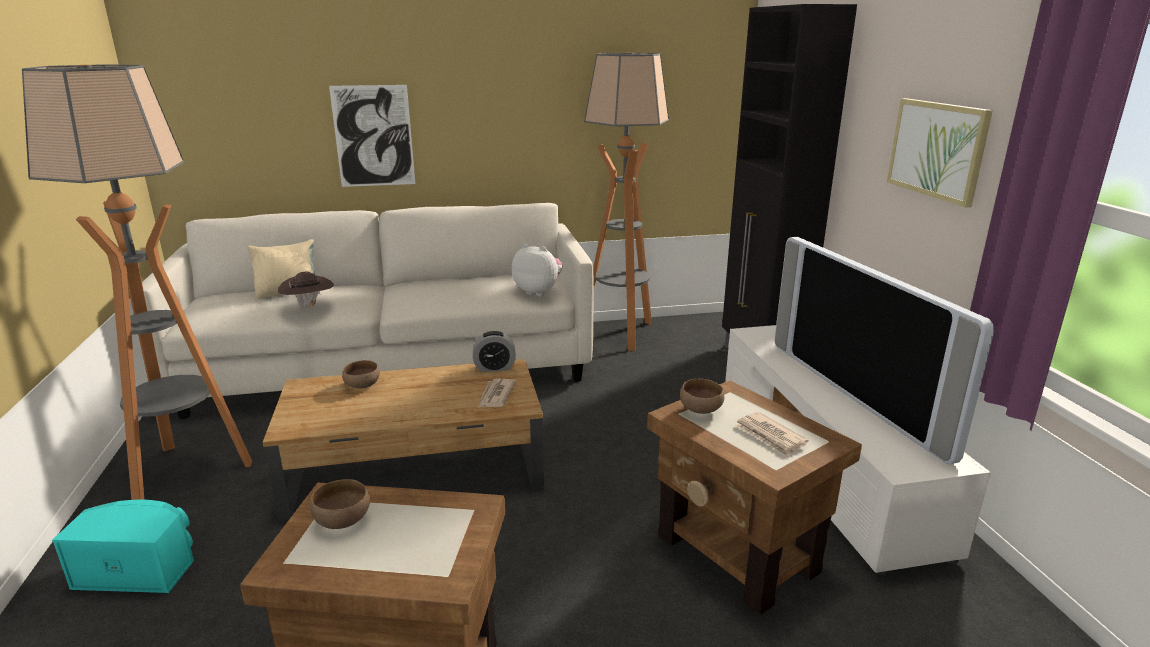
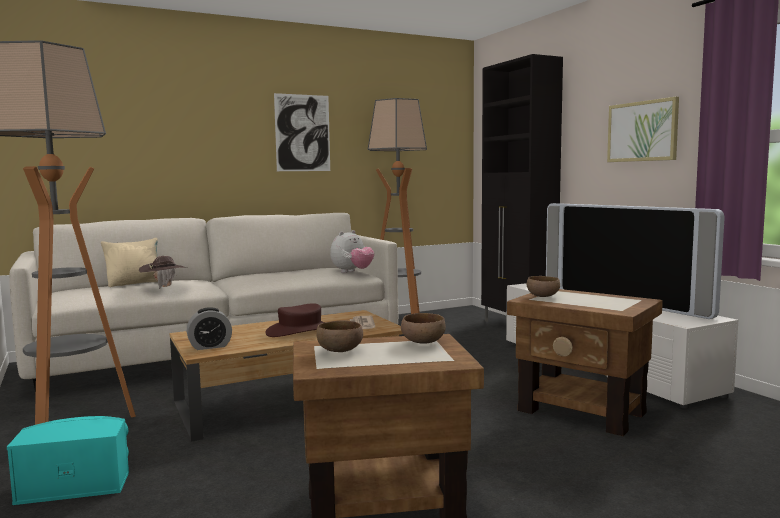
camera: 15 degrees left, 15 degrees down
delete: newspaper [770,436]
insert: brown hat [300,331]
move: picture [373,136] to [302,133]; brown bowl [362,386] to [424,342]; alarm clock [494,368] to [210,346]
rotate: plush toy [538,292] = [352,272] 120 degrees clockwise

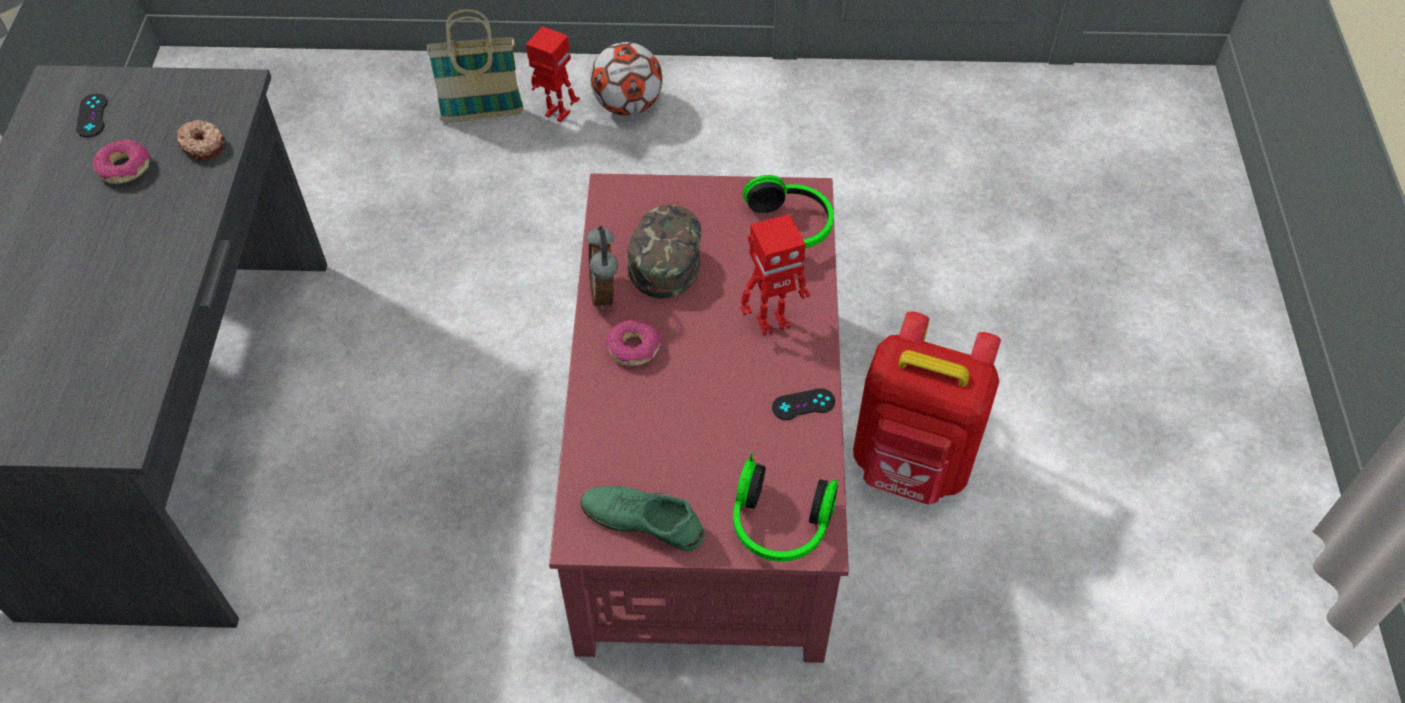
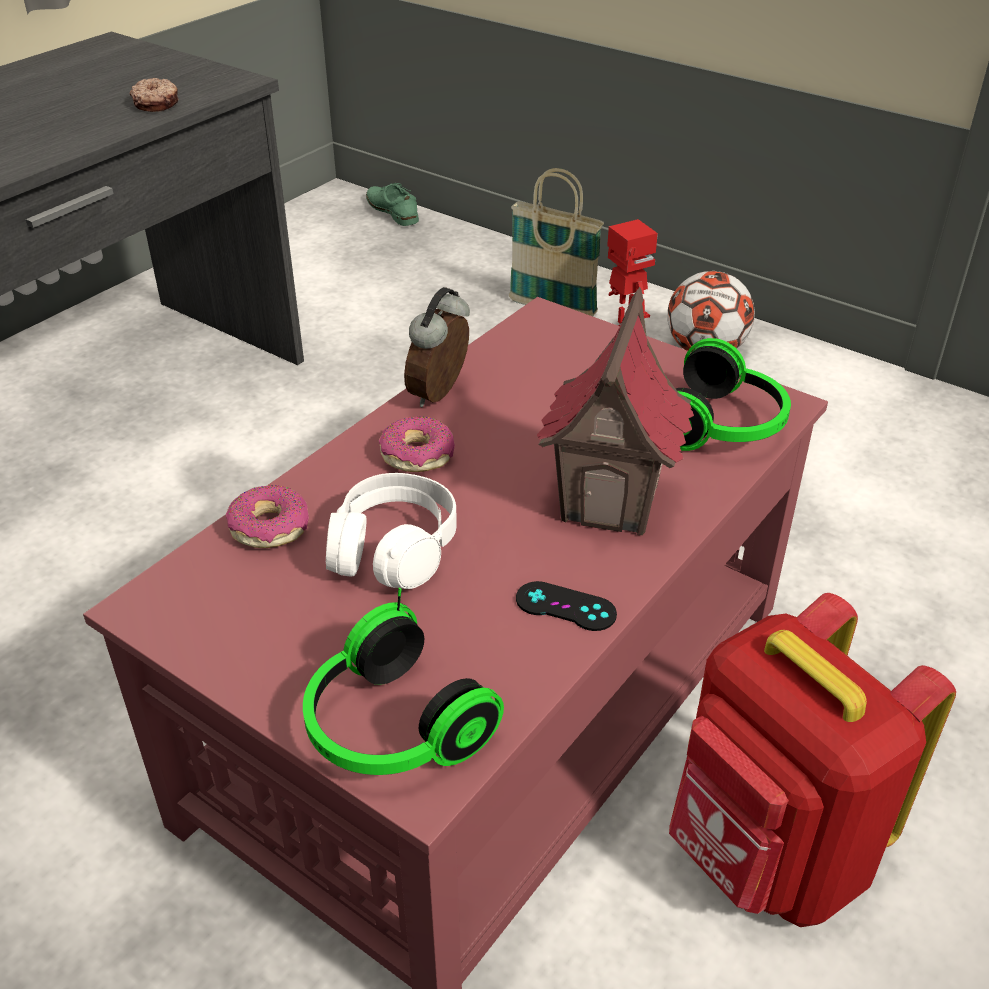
camera: 35 degrees right, 15 degrees down
delete: black game controller [92,115]; green cap [664,253]
insert: white headphones [393,549]
move: donut [124,168] to [269,527]; green shoe [642,521] to [392,211]
replace: toy robot [772,321] to toy house [611,502]

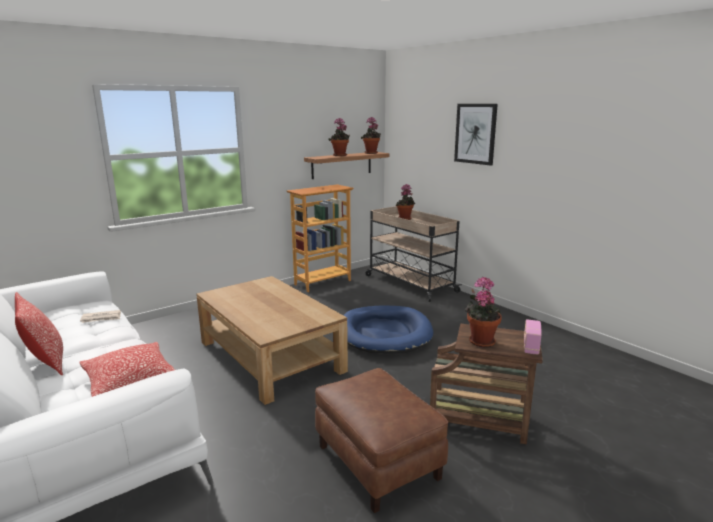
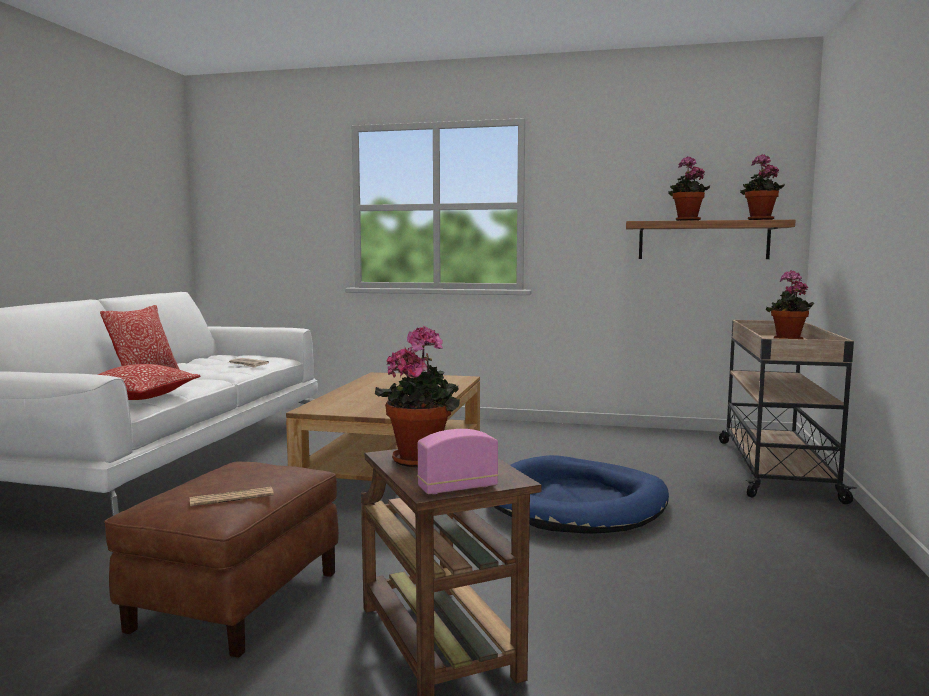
camera: 50 degrees right, 10 degrees down
delete: bookcase [322,282]; picture [475,133]
insert: newspaper [232,498]

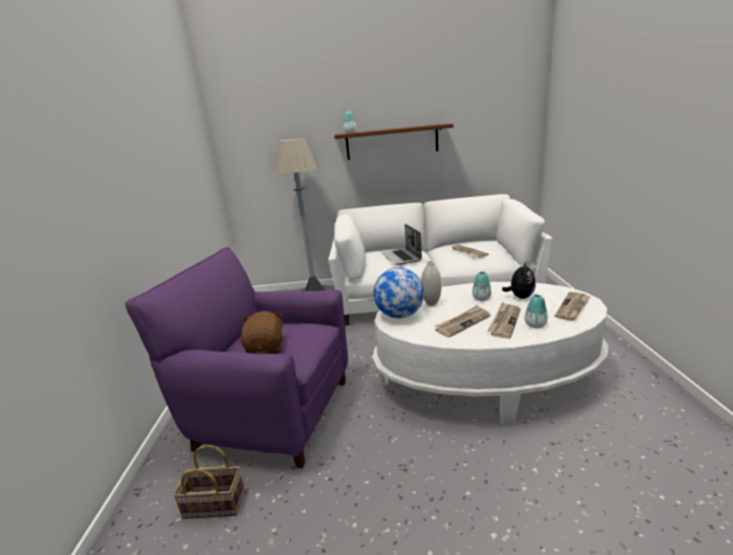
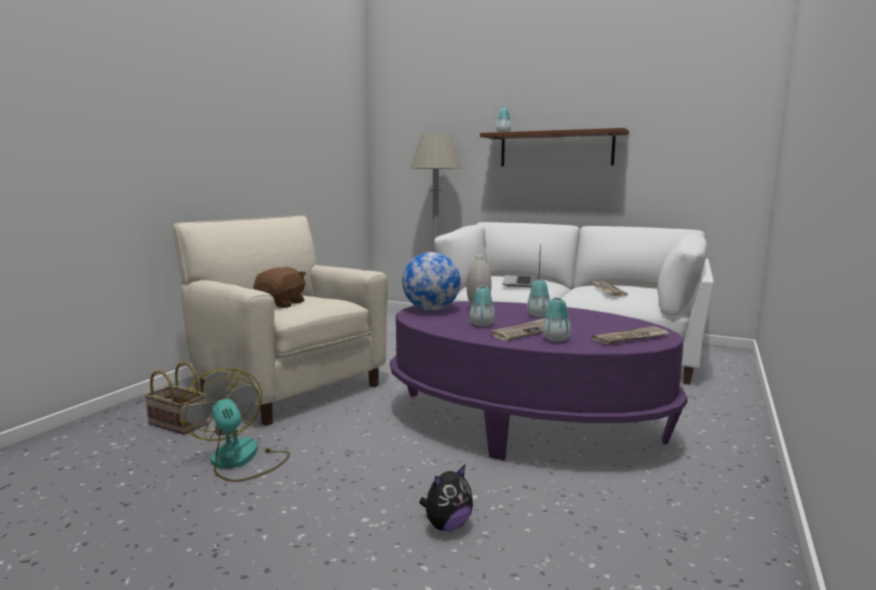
camera: 25 degrees right, 10 degrees down
insert: fan [239,461]
move: plush toy [520,297] to [447,525]
replace: newspaper [462,322] to vase [482,324]
recolor: purple armchair [272,412] to beige armchair [289,387]; white coffee table [485,380] to purple coffee table [524,422]

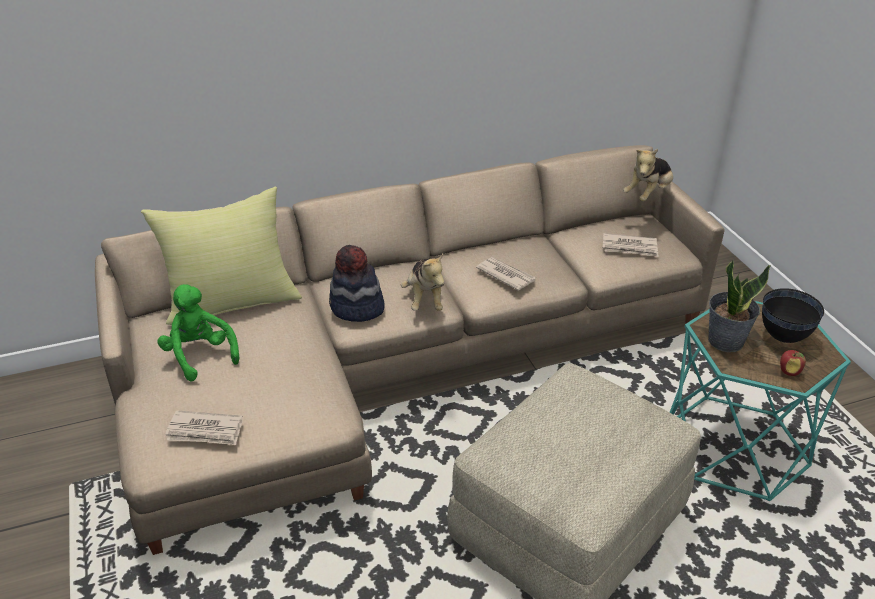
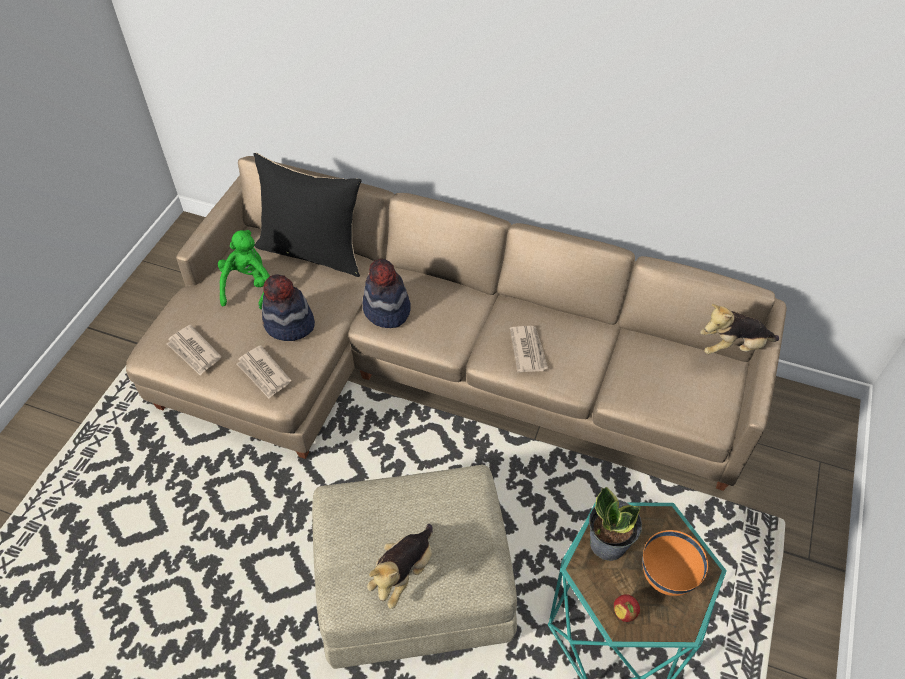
camera: 40 degrees right, 15 degrees up
insert: hat [289,324]
move: plush toy [424,299] to [403,573]; newspaper [630,247] to [264,374]
recolor: yellow pillow [232,301] to black pillow [313,251]; black bowl [783,337] to orange bowl [665,577]

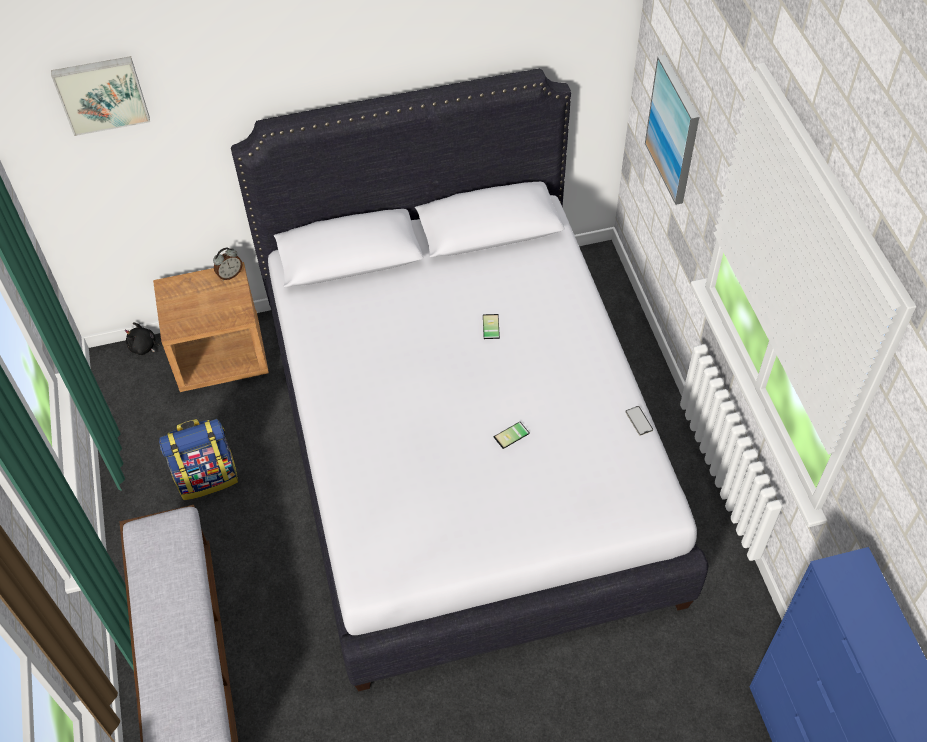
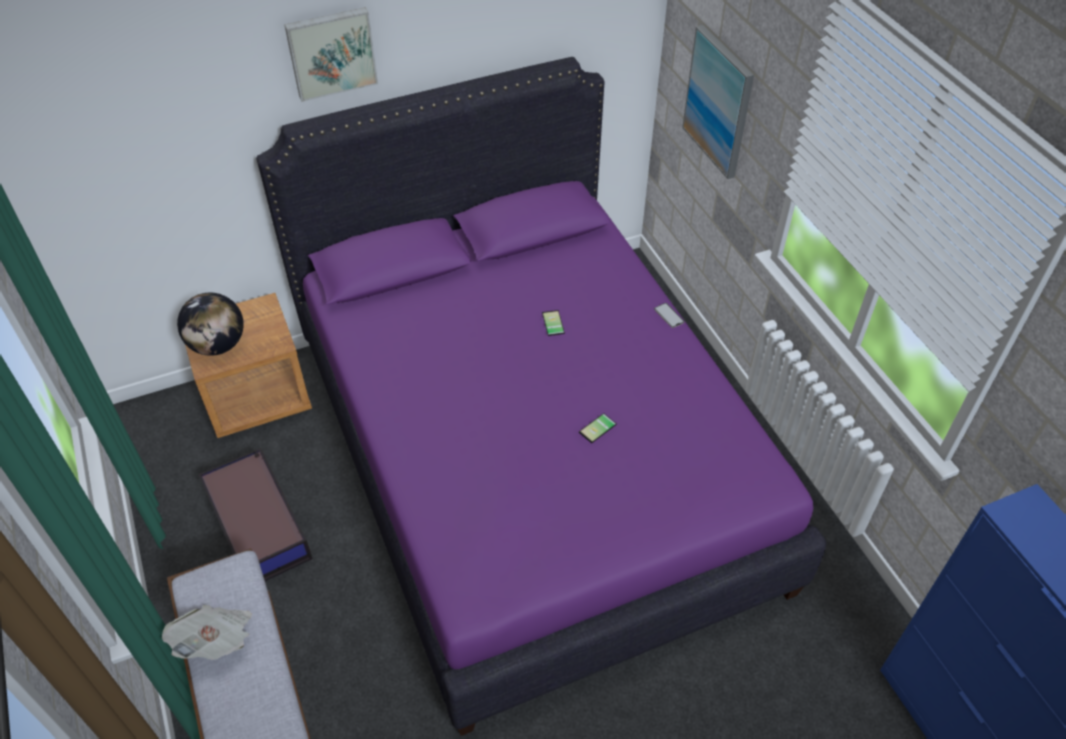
camera: 10 degrees left, 5 degrees down
delete: black plush toy [145,347]; alarm clock [230,274]
insert: newspaper [216,640]; globe [218,345]
move: picture [101,93] to [331,52]; phone [639,421] to [669,315]
replace: backpack [207,477] to storage box [258,523]
recolor: white bed [464,449] to purple bed [531,462]

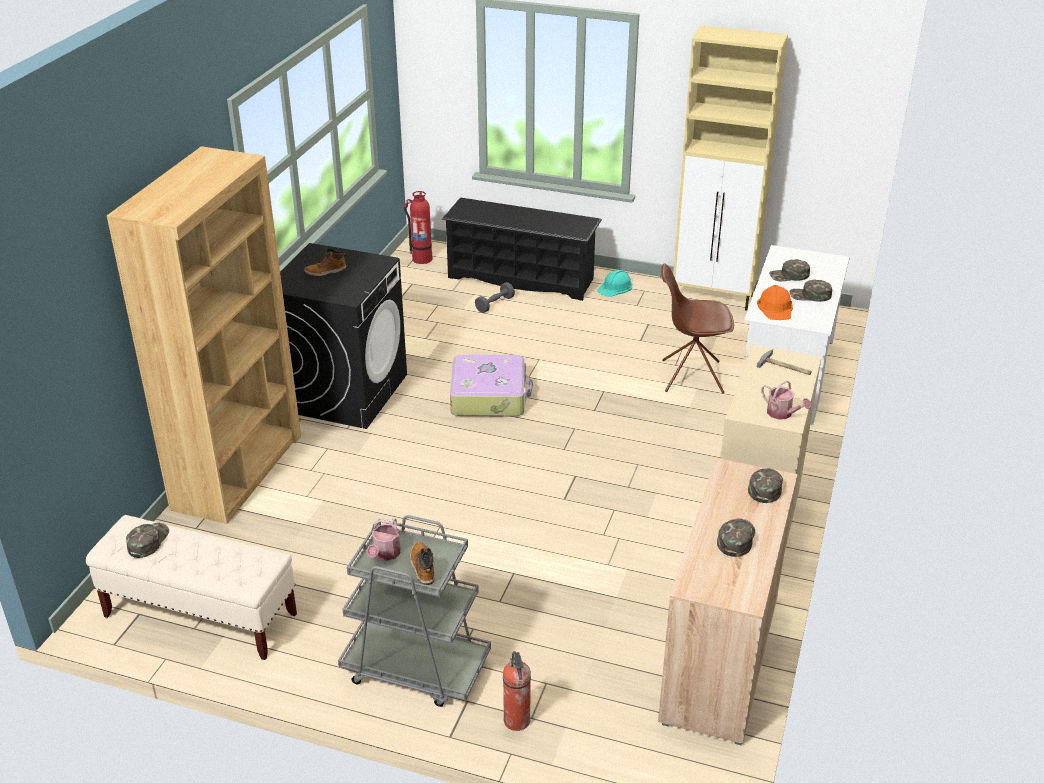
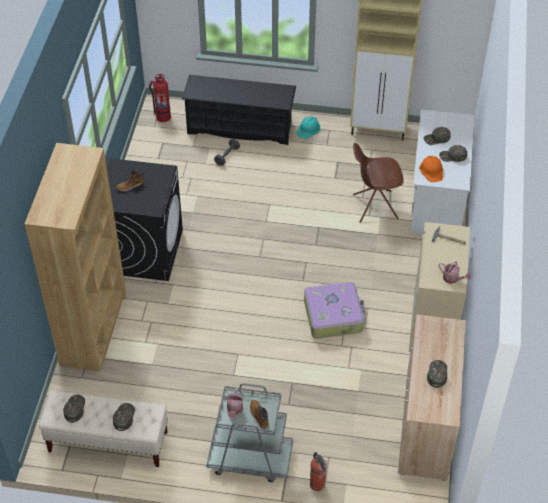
camera: 10 degrees left, 15 degrees up
move: suitcase [489,396] to [333,315]; green cap [765,487] to [123,417]

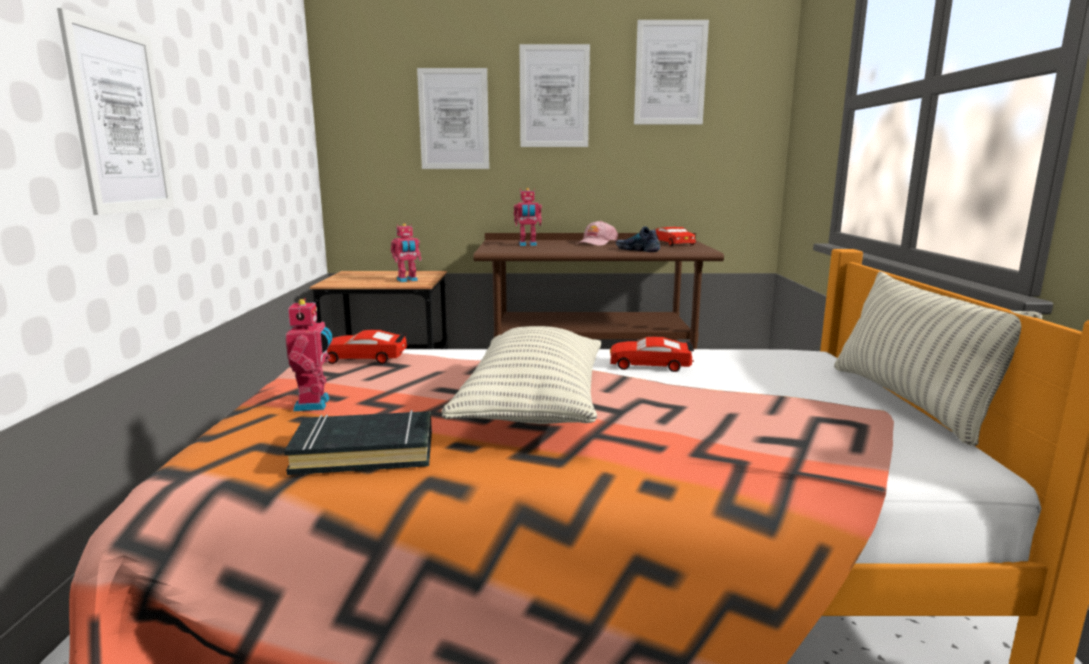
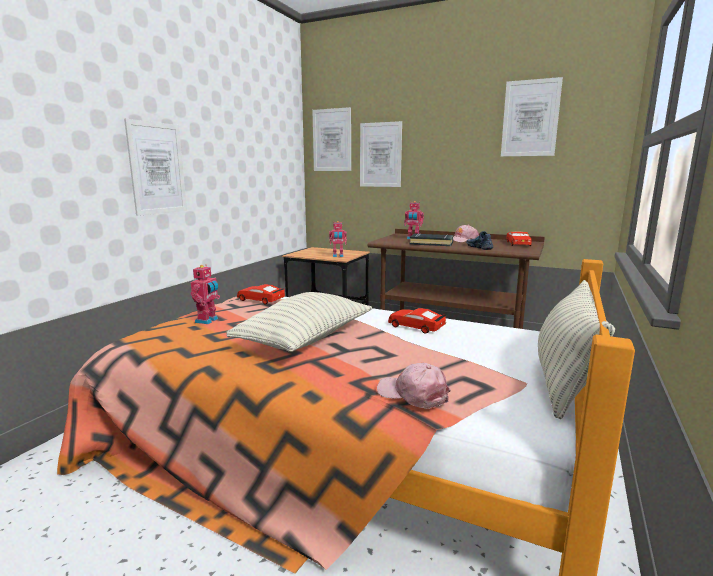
camera: 25 degrees right, 0 degrees up
insert: pink cap [413,394]
move: black book [365,451] to [431,243]; picture [554,96] to [332,140]

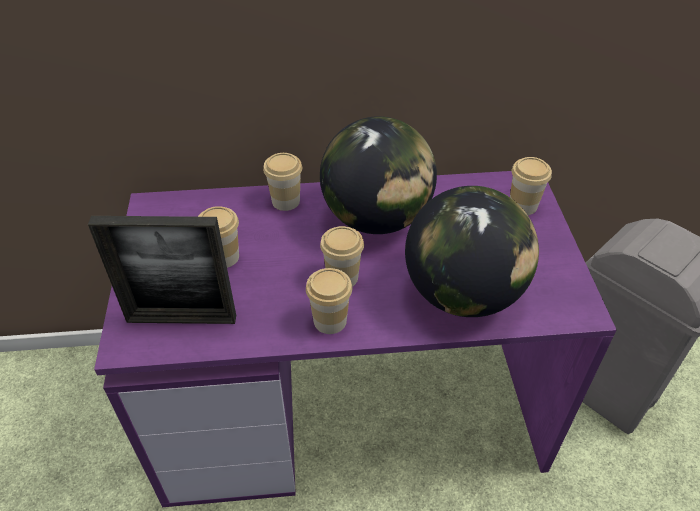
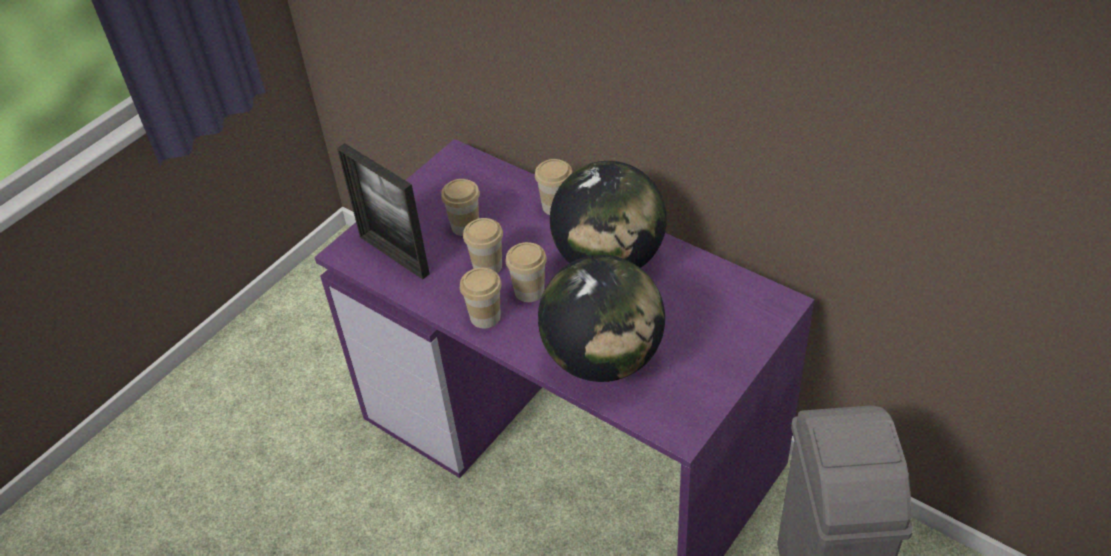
camera: 45 degrees right, 0 degrees up
move: cup [523,205] to [487,266]

